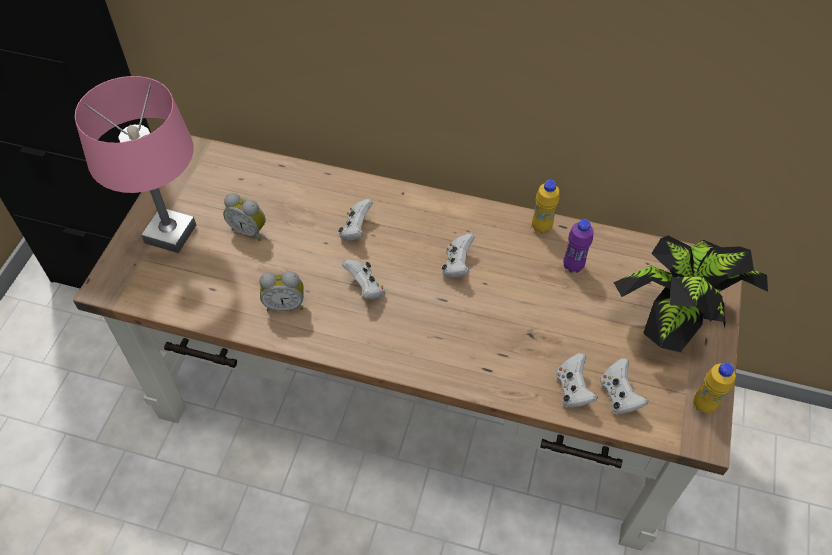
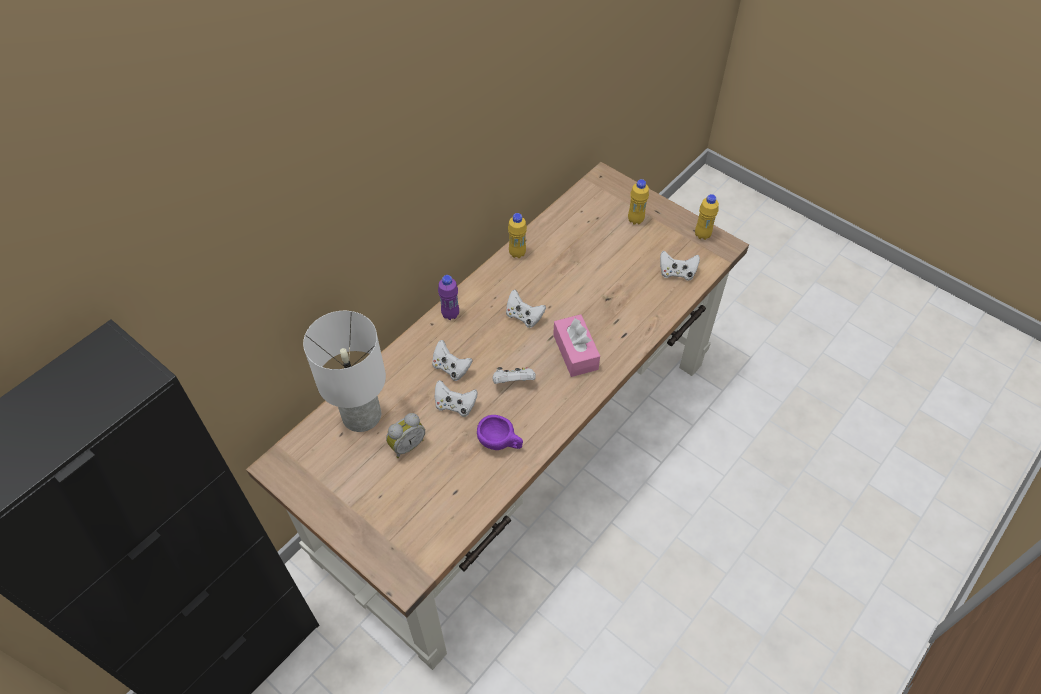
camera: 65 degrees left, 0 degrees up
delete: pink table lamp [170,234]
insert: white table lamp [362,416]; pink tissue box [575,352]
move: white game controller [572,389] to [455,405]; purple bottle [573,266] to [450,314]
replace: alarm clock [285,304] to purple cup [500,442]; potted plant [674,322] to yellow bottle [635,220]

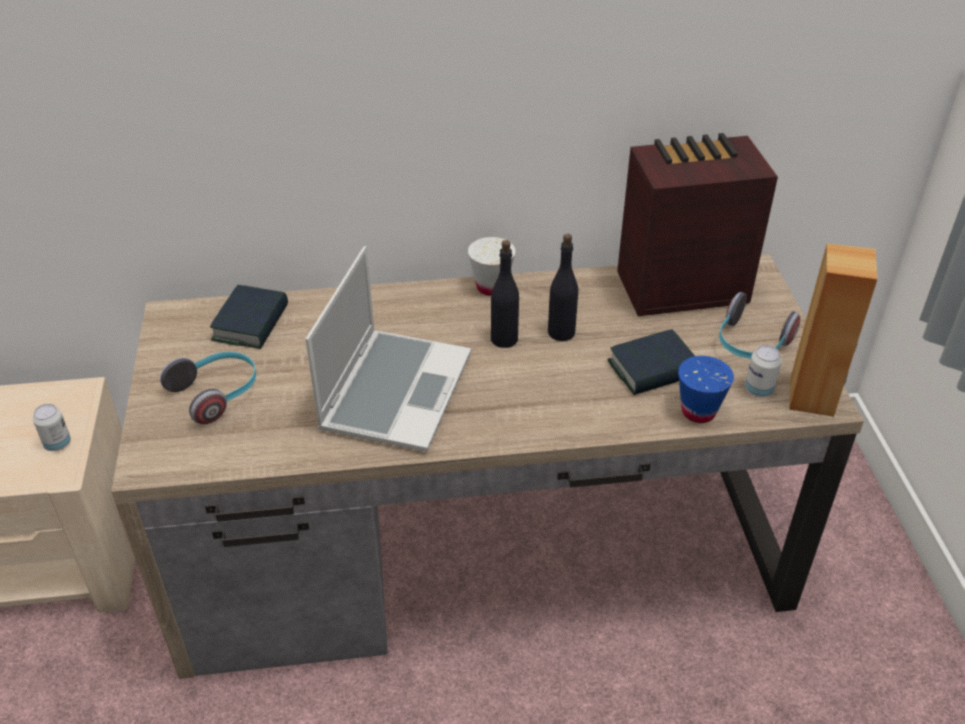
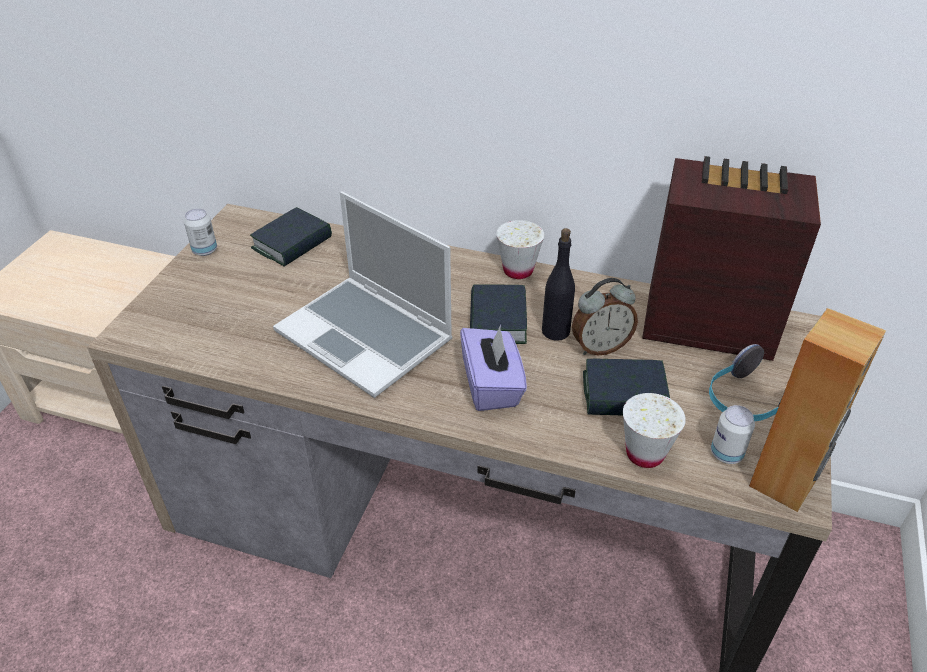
camera: 25 degrees right, 0 degrees up
delete: headphones [217,394]
insert: purple tissue box [492,386]; alarm clock [600,346]
move: can [58,444] to [205,250]
replace: black bottle [504,339] to book [497,321]
recolor: blue cup [698,411] to white cup [645,454]
rotate: laptop [395,390] = [367,337] 90 degrees clockwise

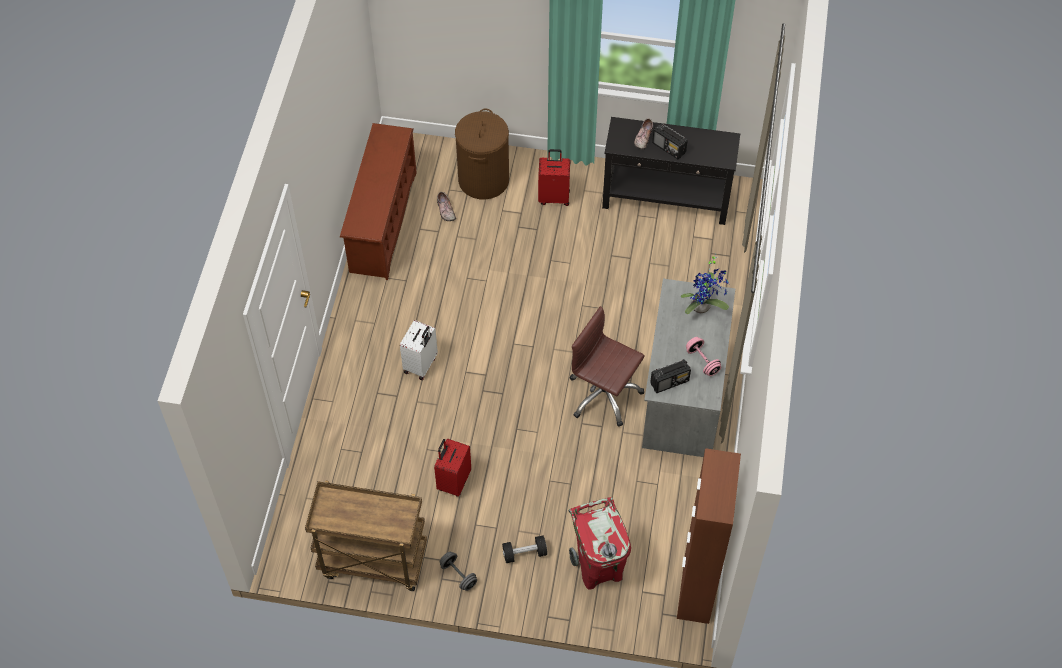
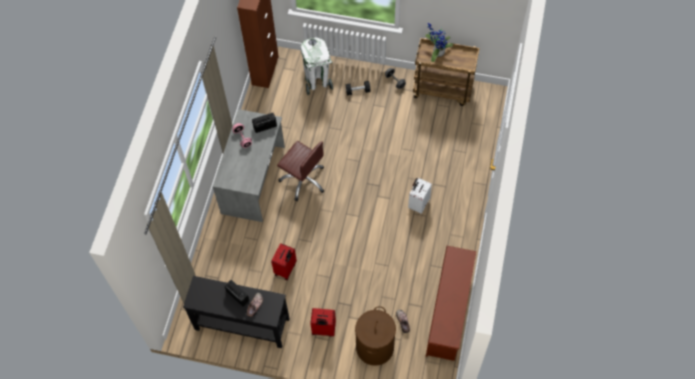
camera: 175 degrees left, 5 degrees up
move: red suitcase [453,481] to [286,269]; potted plant [703,307] to [437,52]
recolor: red trash can [598,569] to white trash can [317,82]

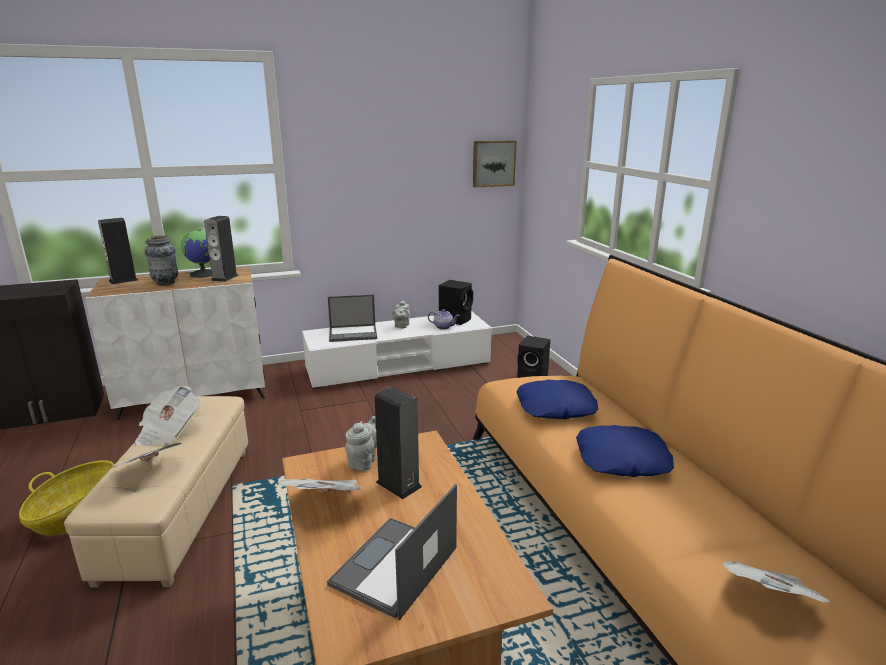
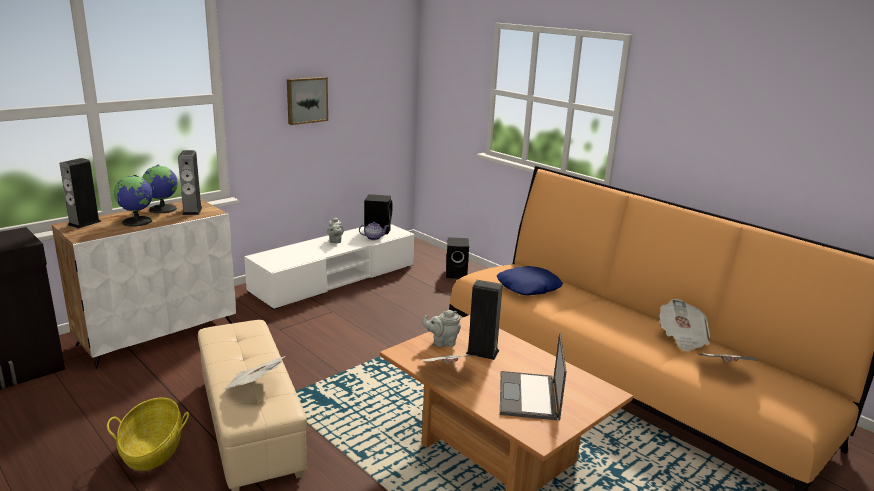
camera: 25 degrees left, 0 degrees up
delete: laptop [353,333]; blue pillow [622,460]
move: newspaper [168,432] to [682,338]; picture [493,163] to [306,100]
replace: vase [165,283] to globe [137,221]
rotate: grey teapot [363,461] = [442,342] 90 degrees counterclockwise

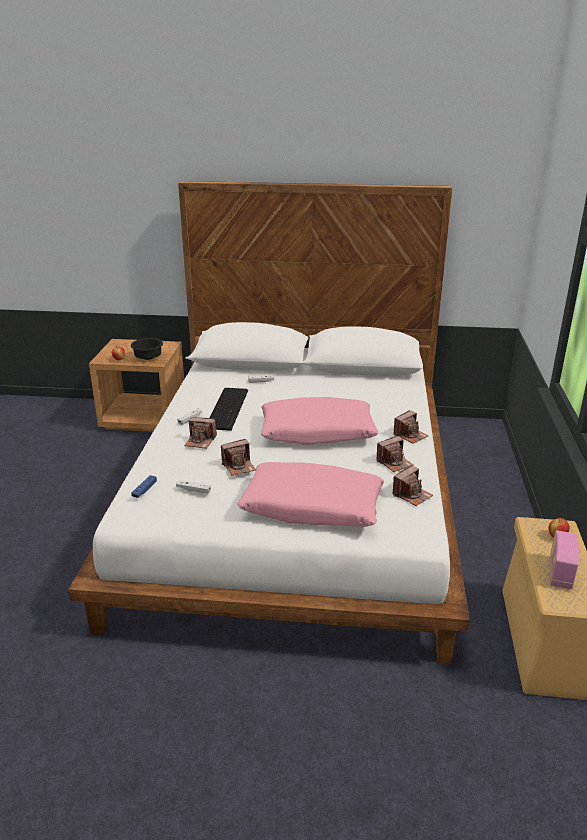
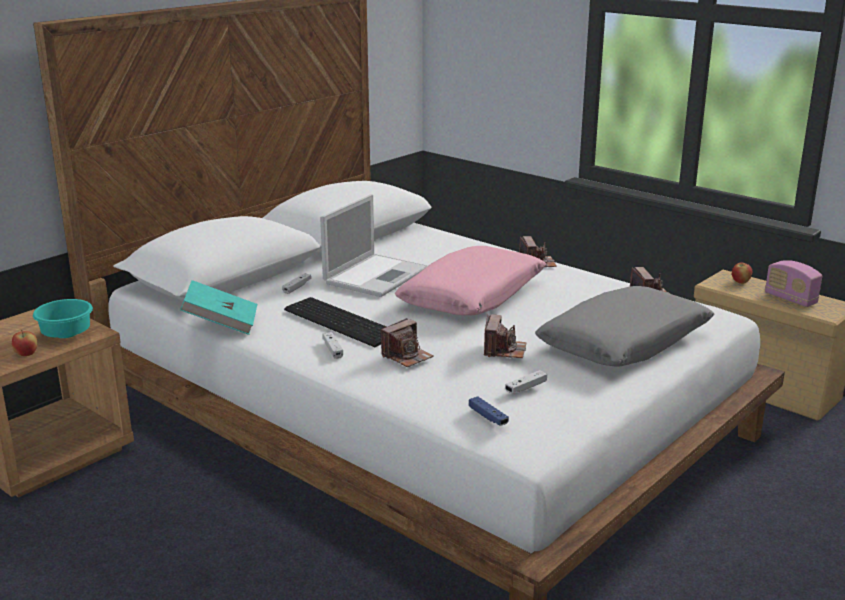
camera: 55 degrees left, 5 degrees down
delete: photo camera [394,463]
insert: turquoise book [221,324]; laptop [376,275]
recolor: black bowl [147,357] to turquoise bowl [64,335]; pink pillow [312,507] to grey pillow [624,343]

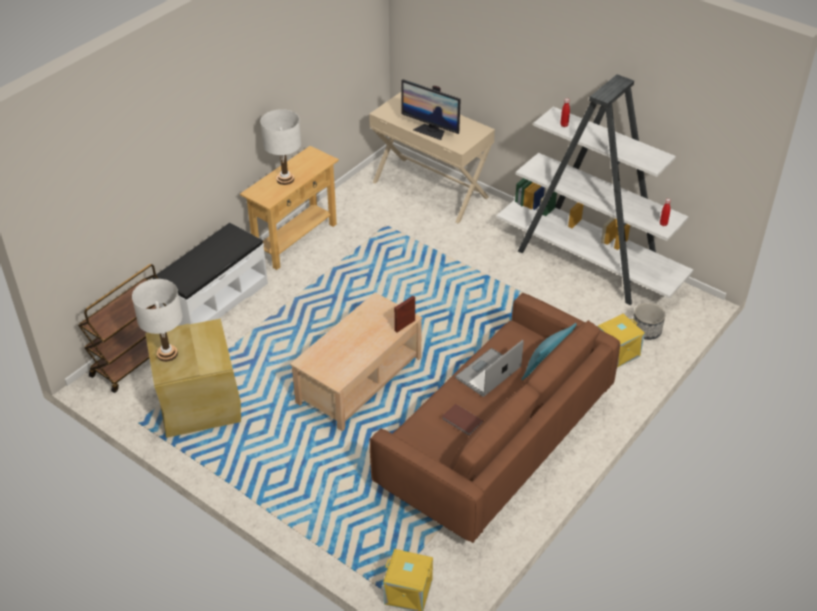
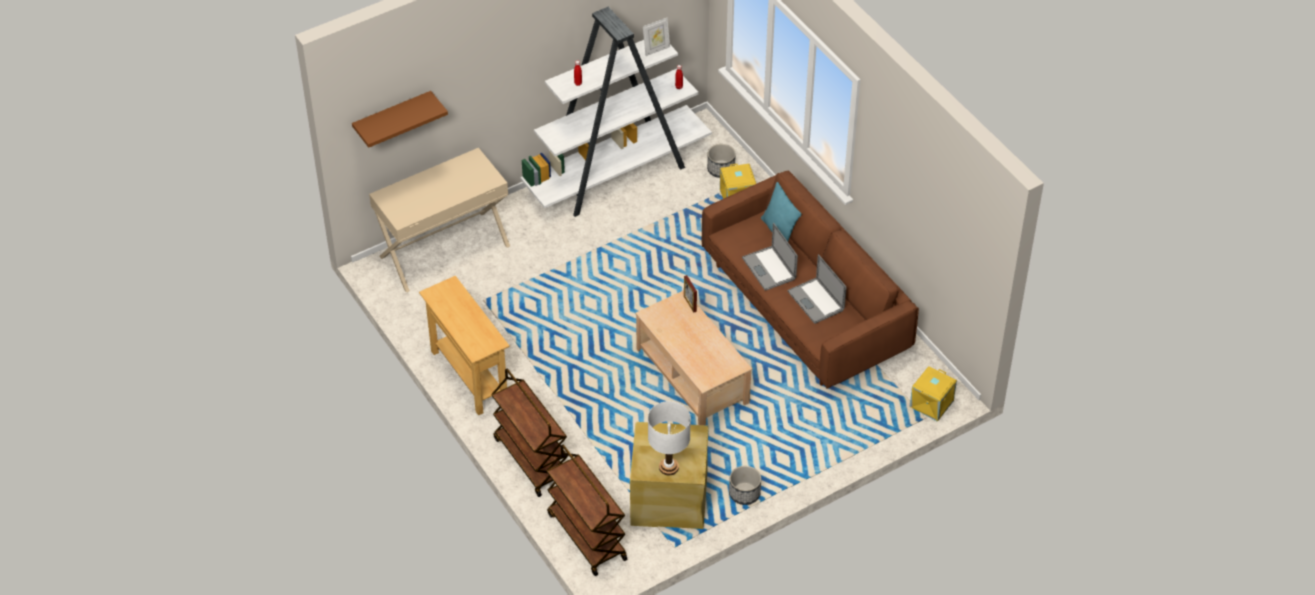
camera: 70 degrees left, 5 degrees up
delete: white table lamp [285,179]; monitor [431,131]
insert: brown shelf [392,117]; picture frame [656,50]; planter [744,494]
replace: white bench [214,301] to brown cart [531,459]; brown book [462,421] to laptop [815,301]

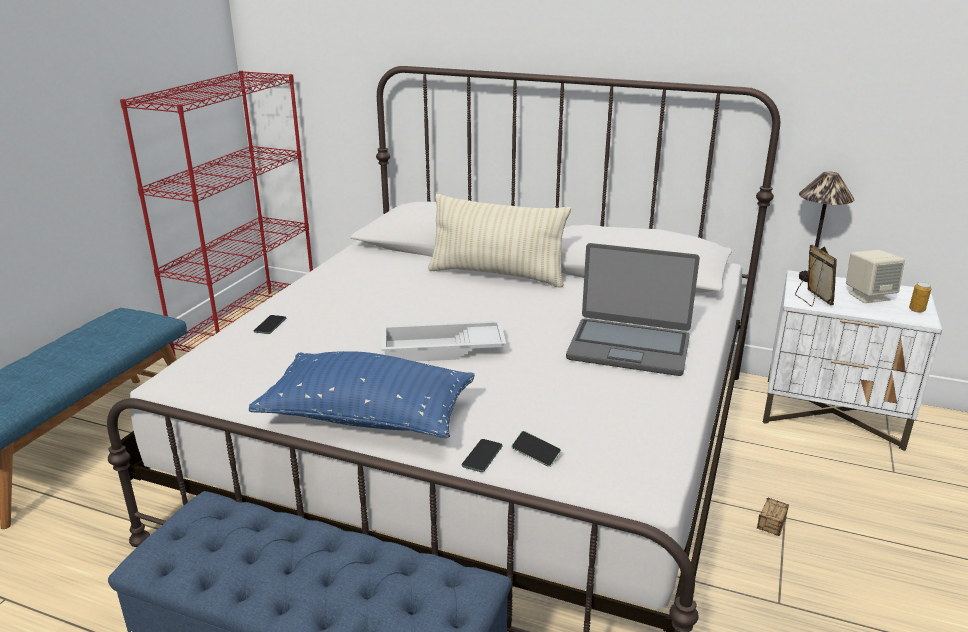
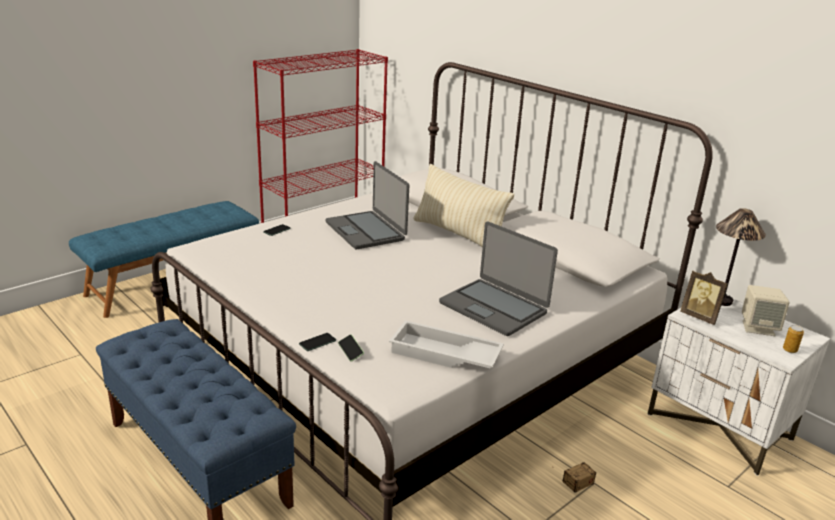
camera: 25 degrees right, 0 degrees up
delete: blue pillow [368,417]
insert: laptop [366,231]
move: white tray [442,350] to [444,355]
rotate: picture frame [812,300] = [700,317] 120 degrees clockwise

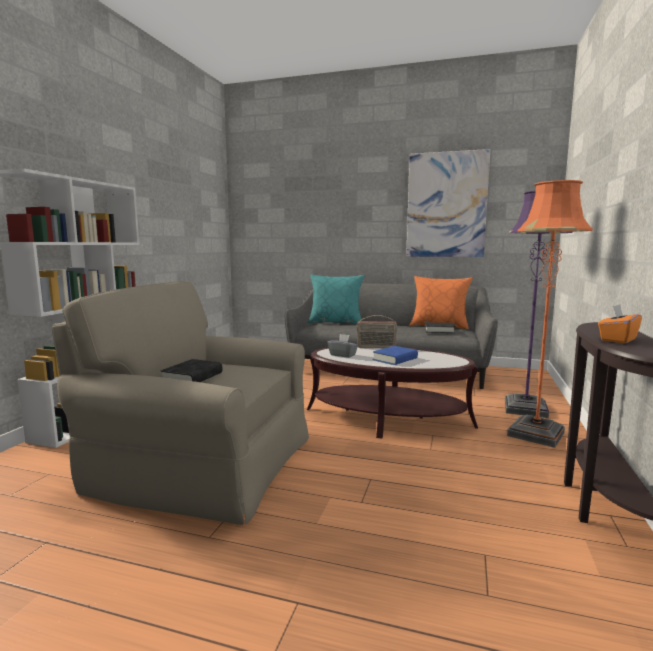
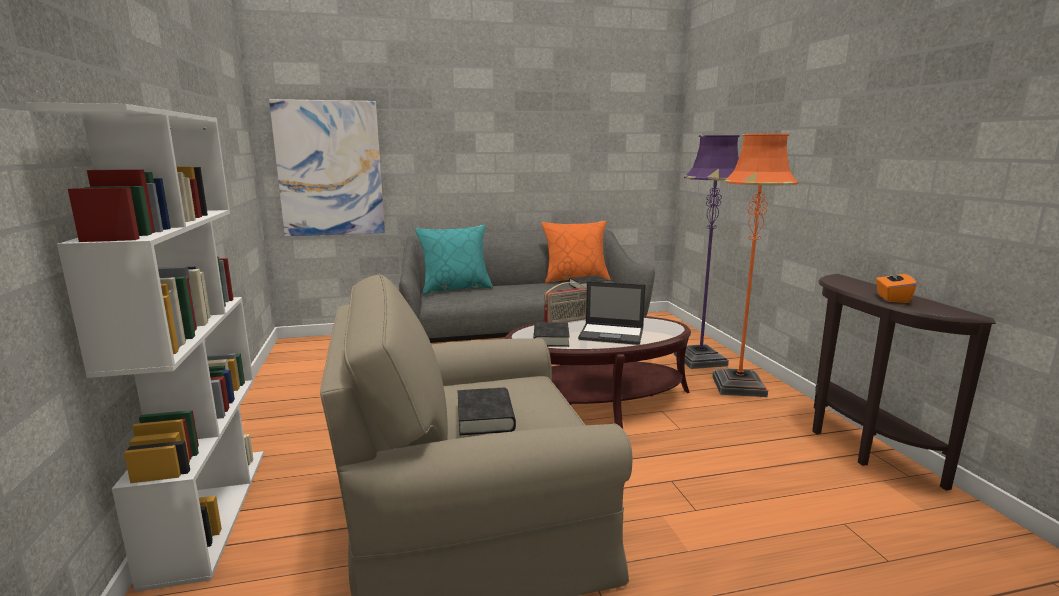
camera: 30 degrees left, 5 degrees up
move: picture [446,205] to [330,169]
replace: grey tissue box [343,355] to black book [551,339]; blue book [395,359] to laptop [612,334]

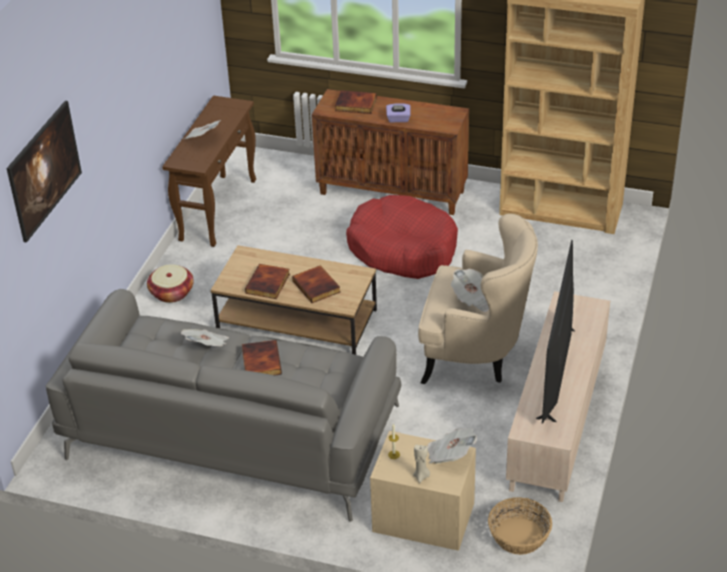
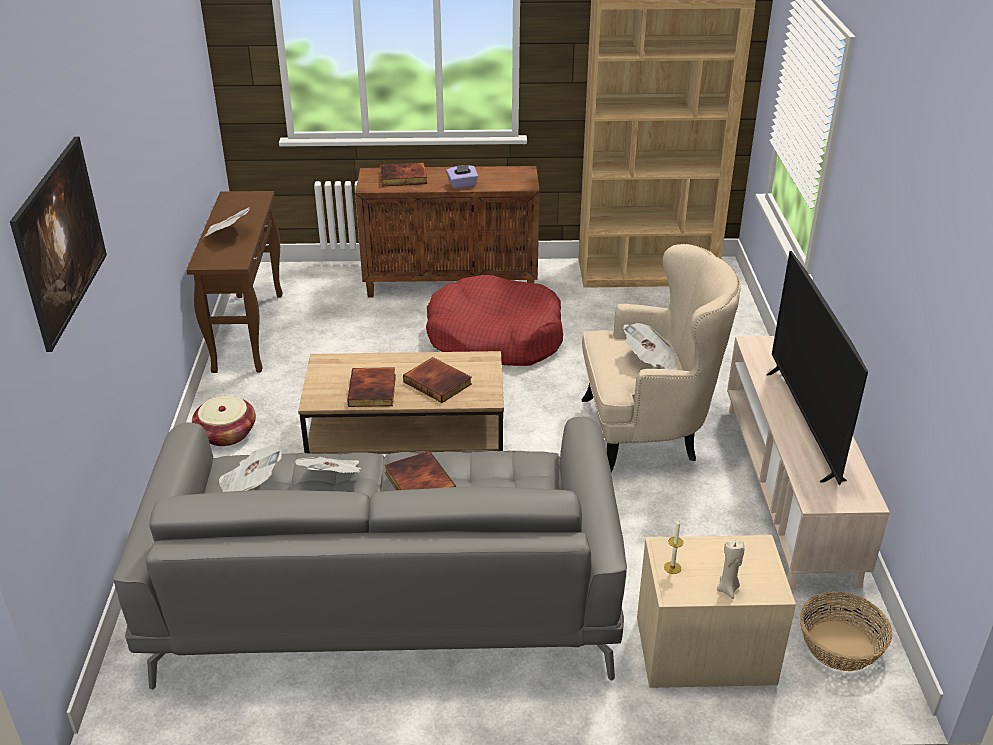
camera: 20 degrees left, 5 degrees down
move: newspaper [450,455] to [250,485]

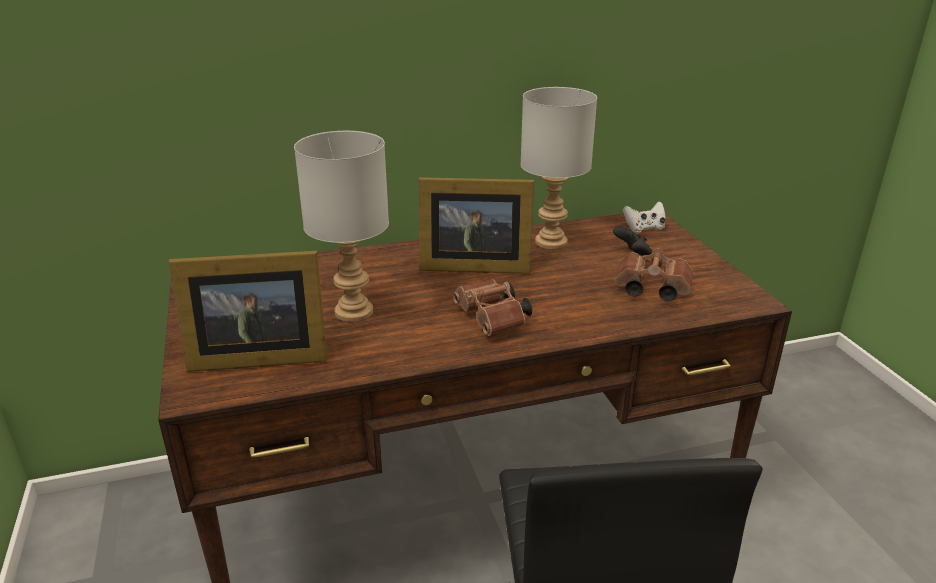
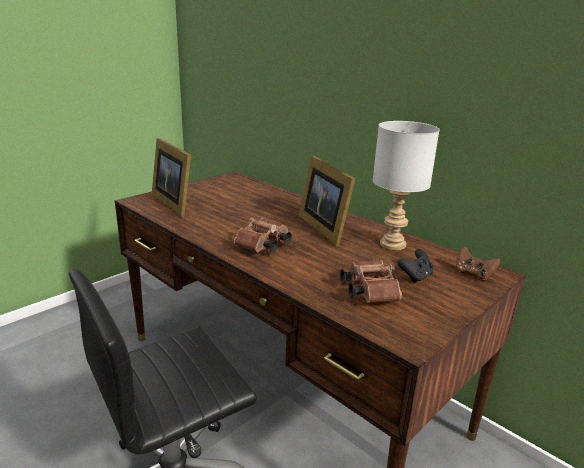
camera: 60 degrees right, 5 degrees down
delete: grey table lamp [355,312]
recolor: white game controller [644,229] to brown game controller [473,274]

